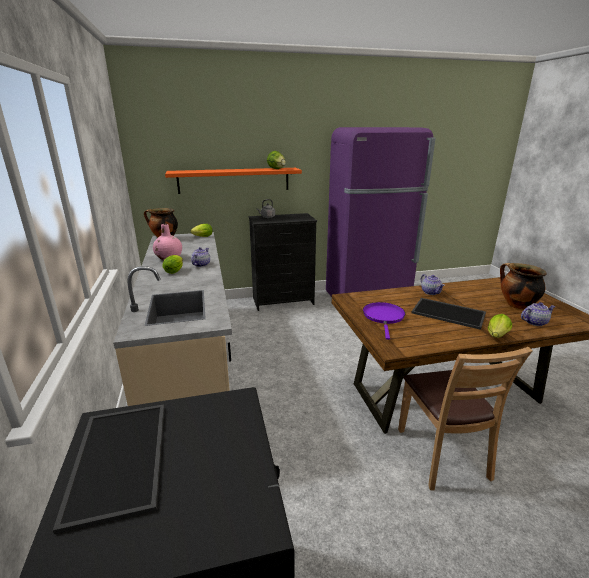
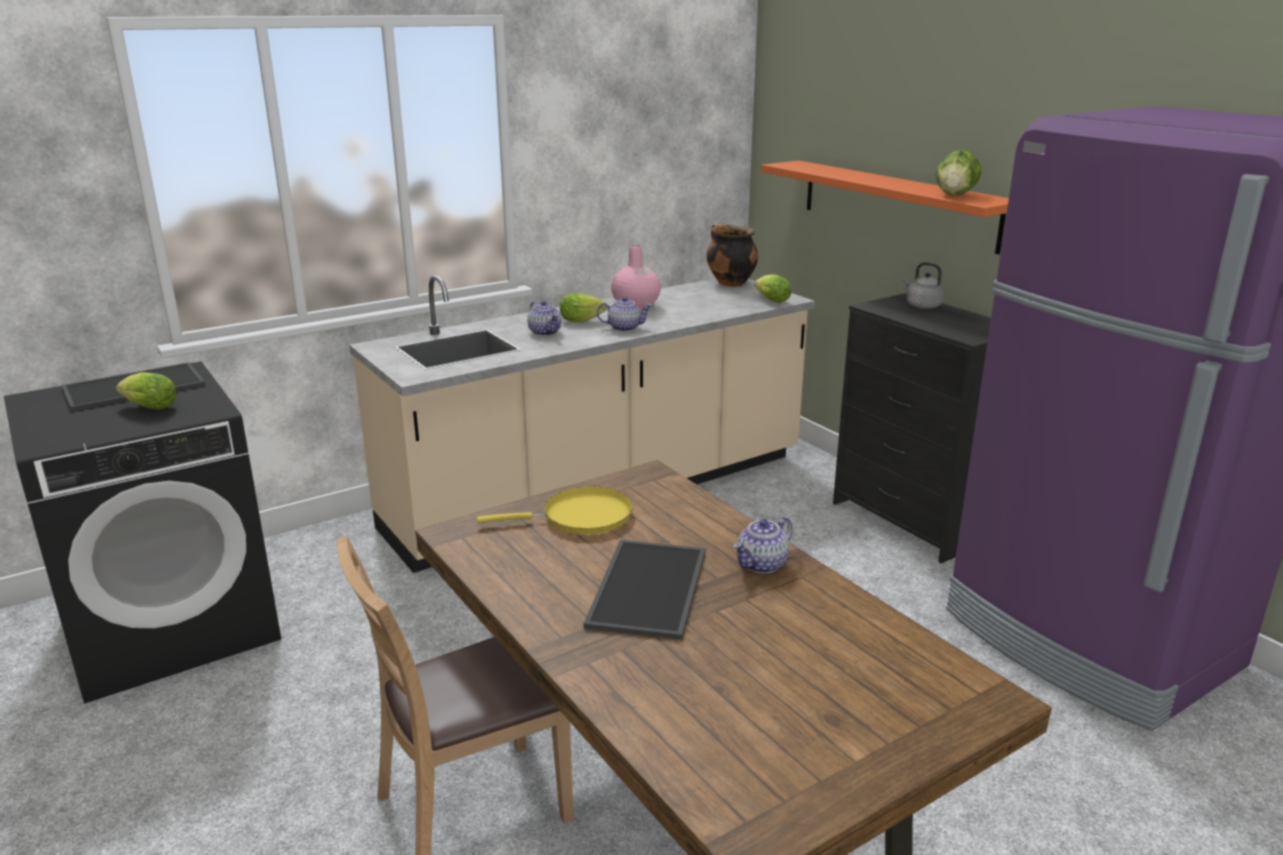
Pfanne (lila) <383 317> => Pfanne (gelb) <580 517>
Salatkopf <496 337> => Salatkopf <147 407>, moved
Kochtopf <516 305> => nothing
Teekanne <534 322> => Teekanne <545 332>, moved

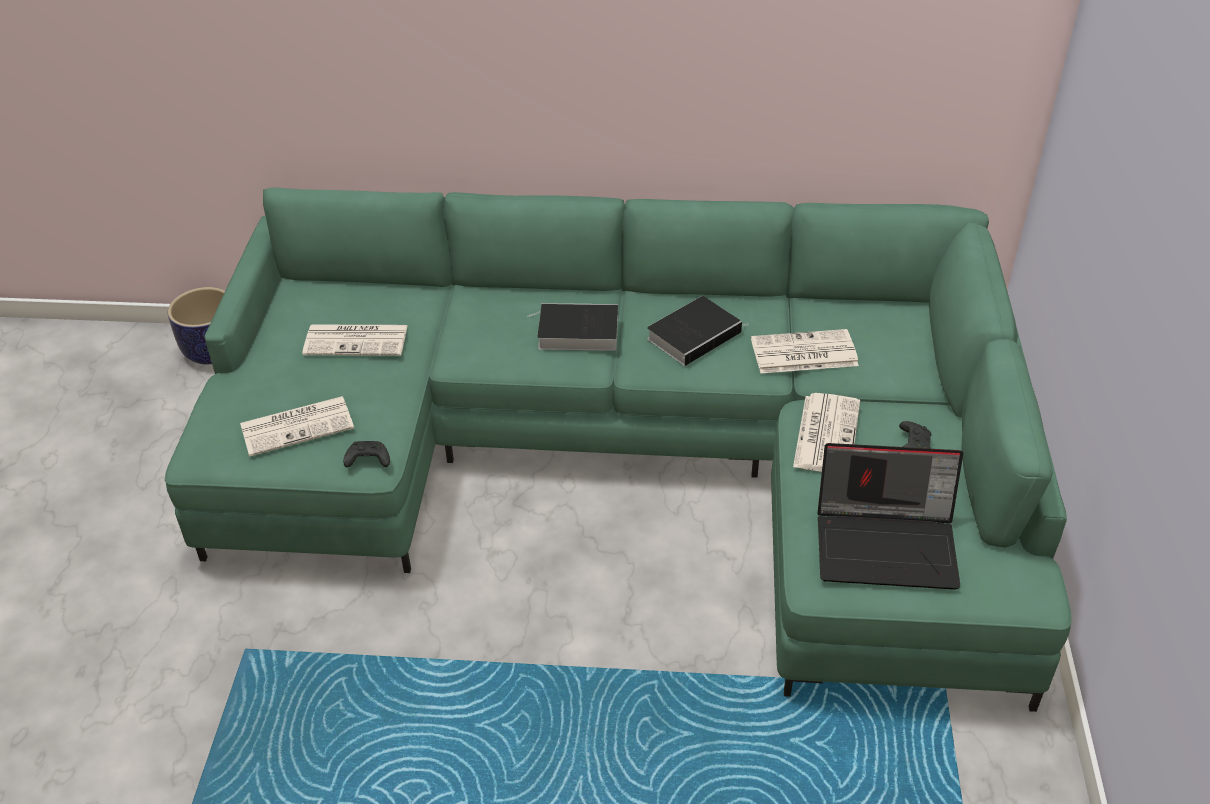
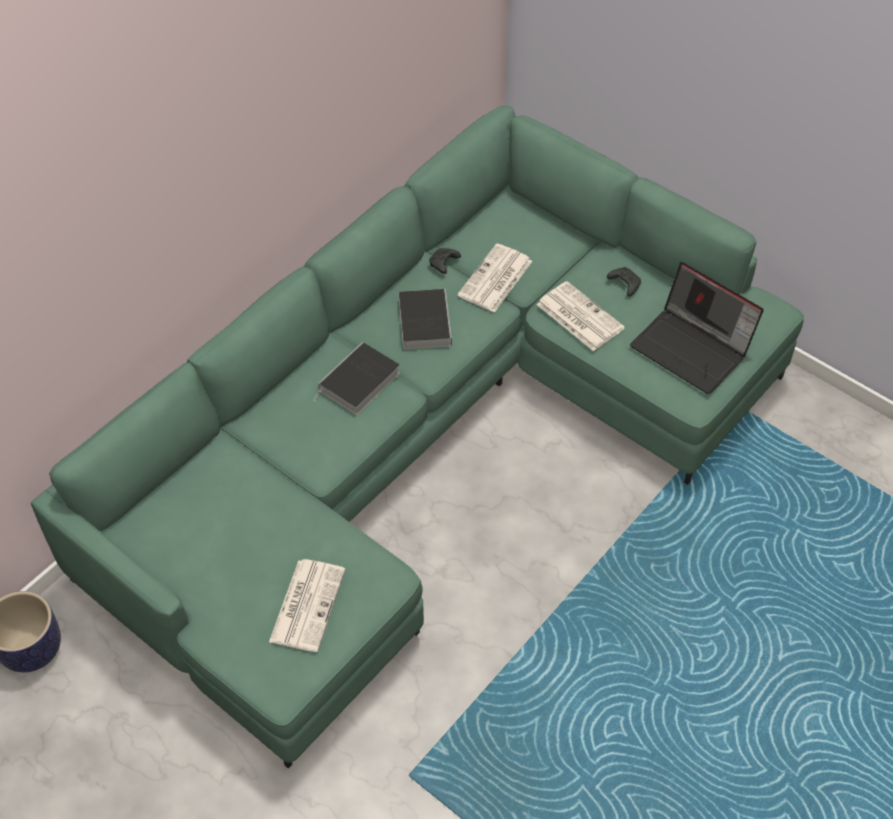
Zeitung <357 340> => nothing
Gamepad (schwarz) <367 460> => Gamepad (schwarz) <443 264>, moved
Laptop <887 544> => Laptop <692 348>, 90 degrees clockwise

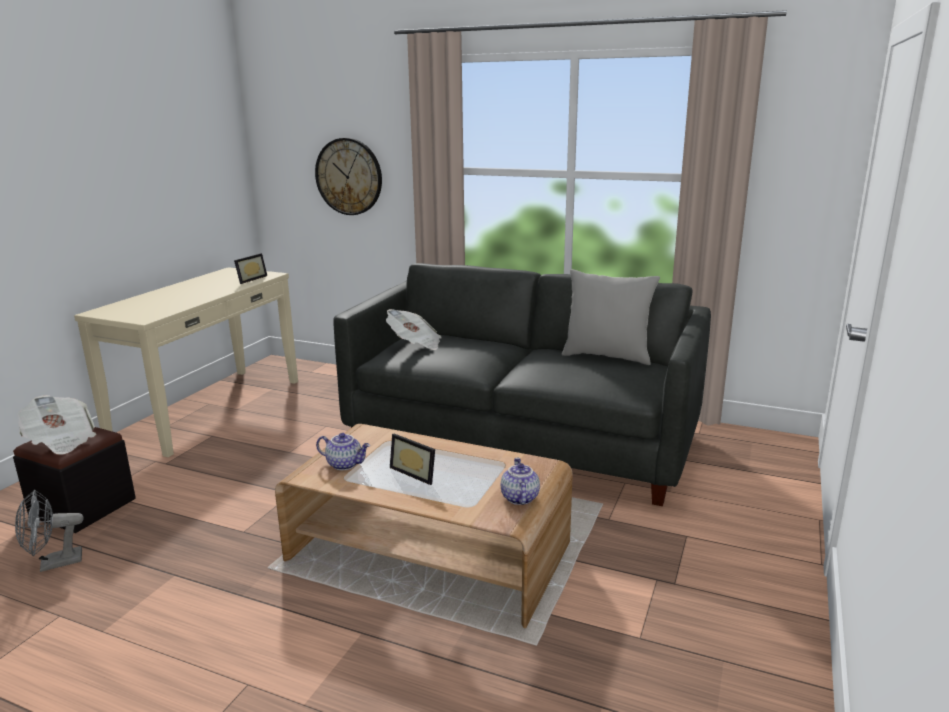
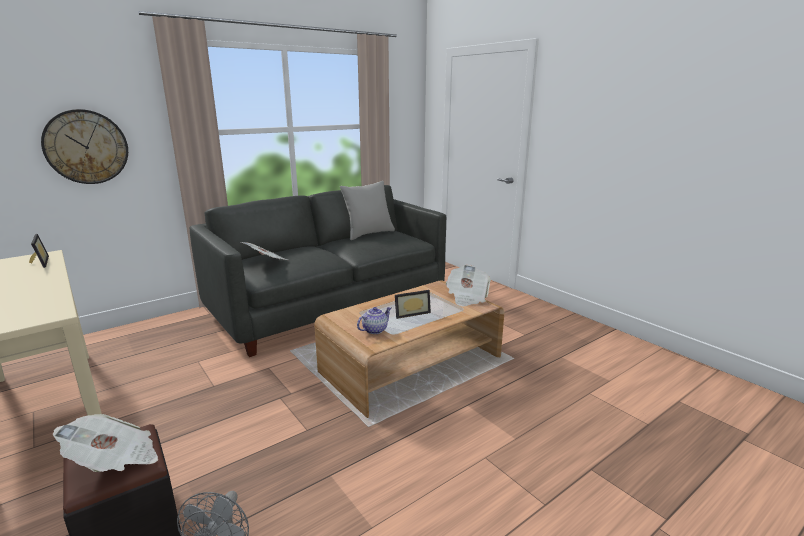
Teekanne <518 498> => Zeitung <467 297>

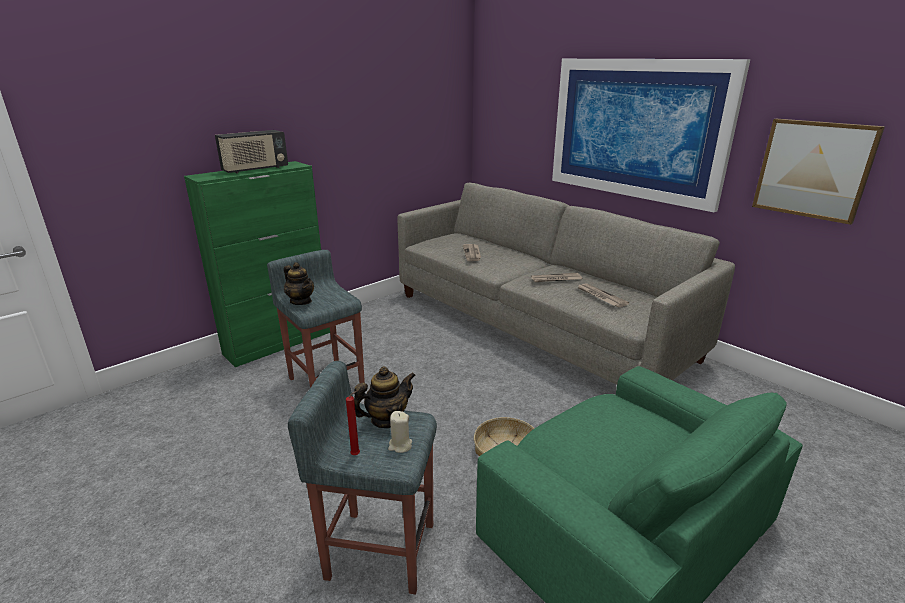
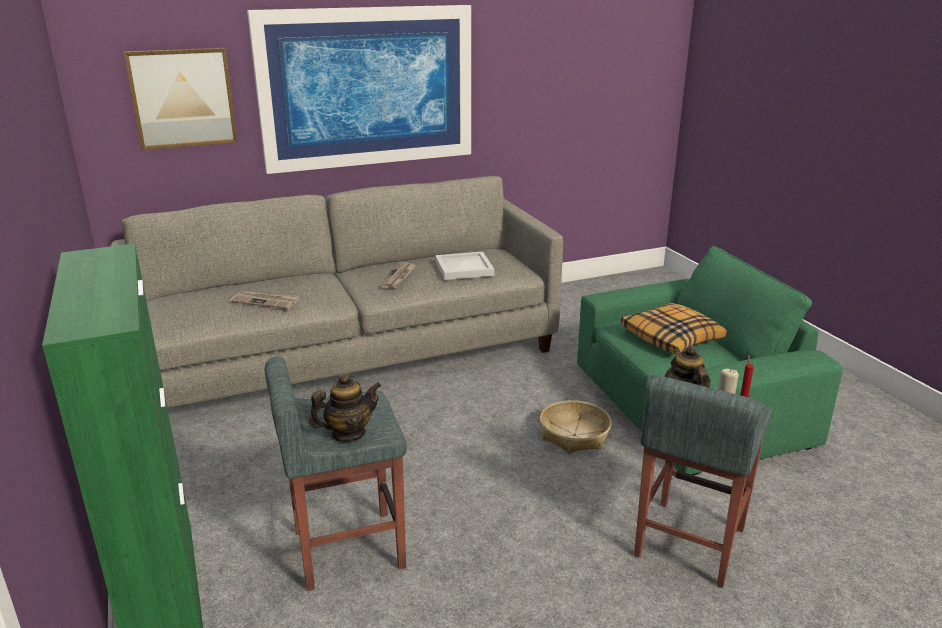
Radio <255 169> => nothing
Zeitung <600 296> => Tablett (weiß) <463 269>
Bild <813 169> => Bild <182 98>, moved
nothing => Kissen <672 338>

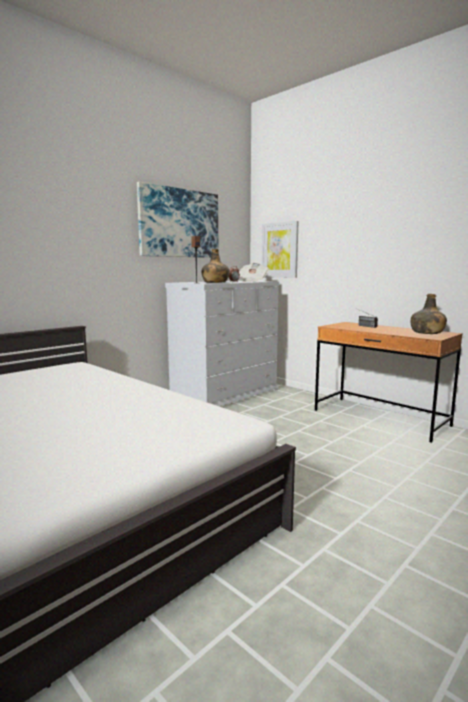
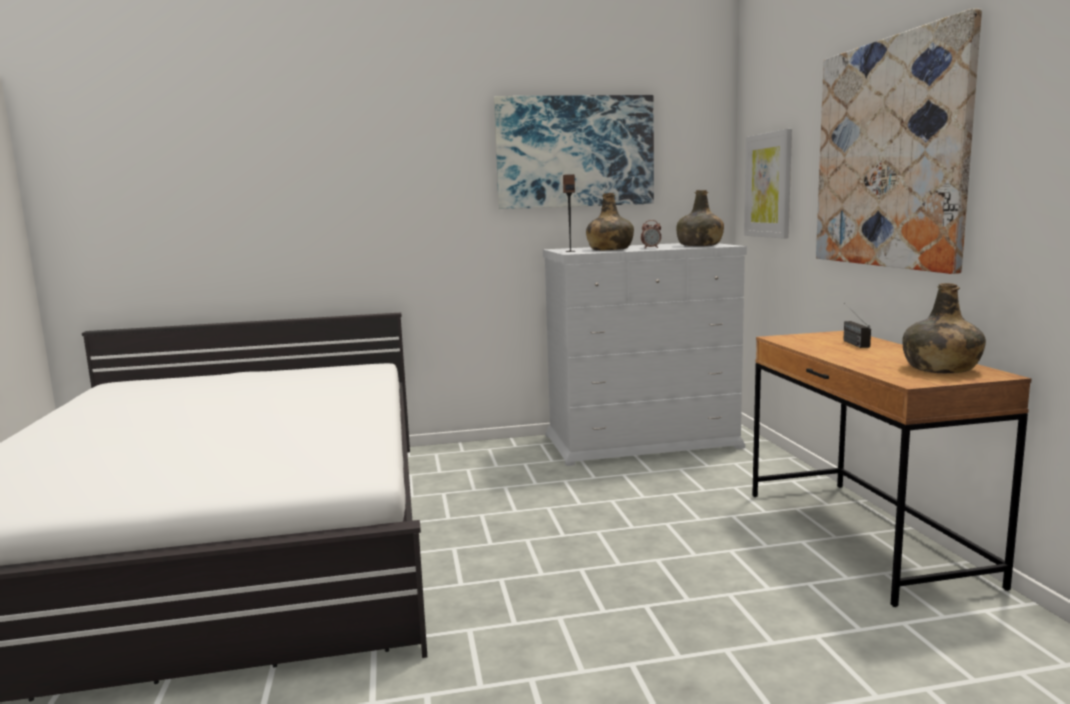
Zeitung <252 281> => Flasche (grün) <699 245>
nothing => Bild <889 154>

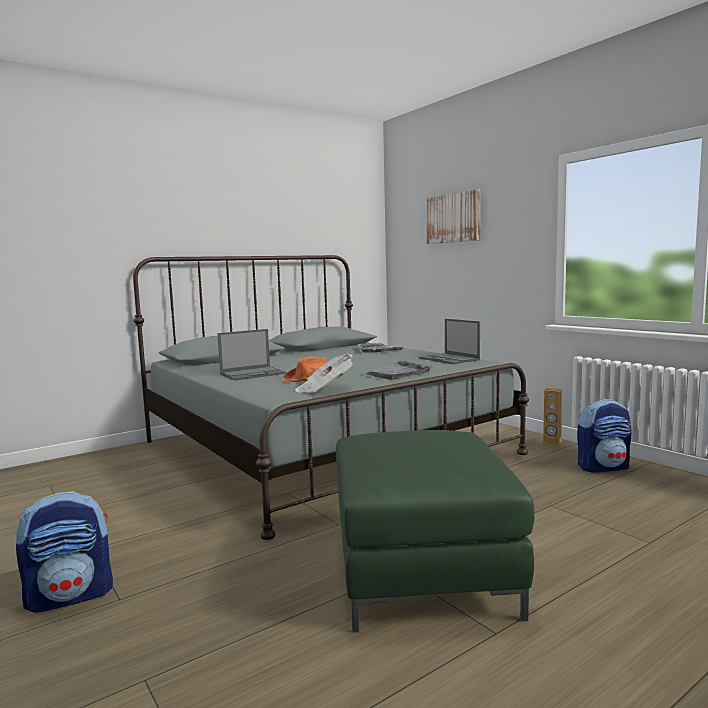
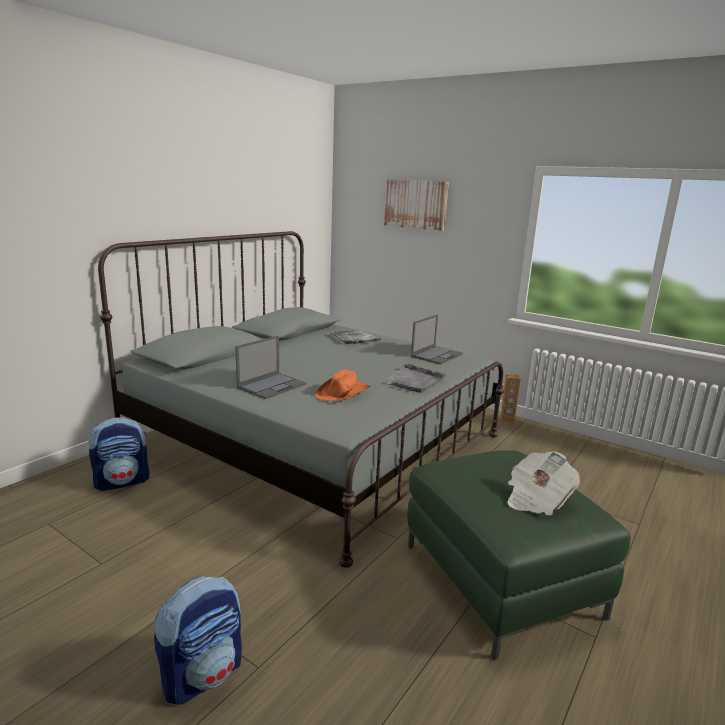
Zeitung <324 389> => Zeitung <537 499>, moved
Laptop <449 359> => Laptop <437 355>, 90 degrees counterclockwise
Rucksack <603 467> => Rucksack <122 481>, moved

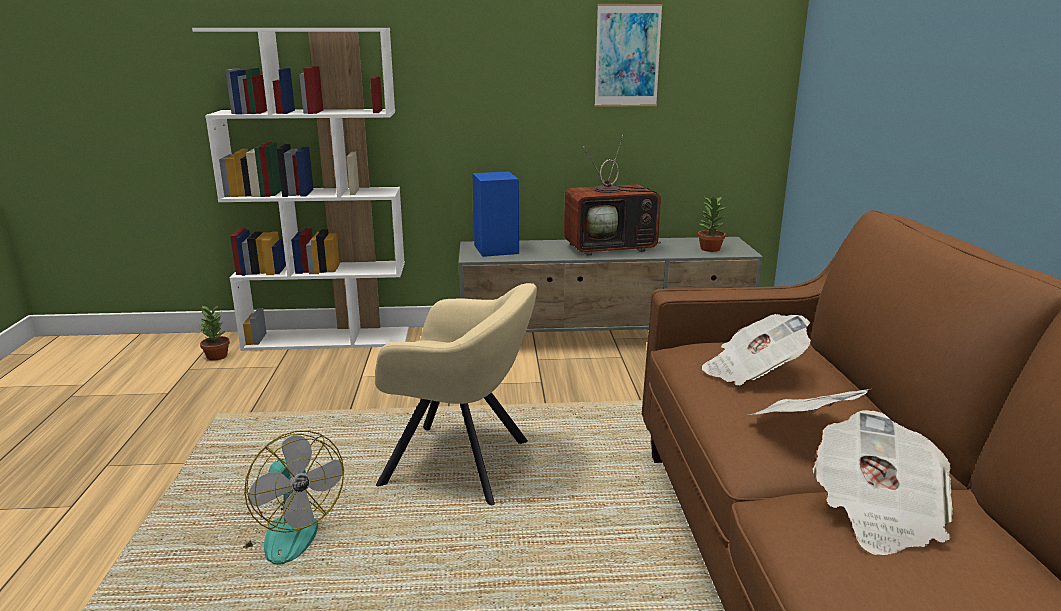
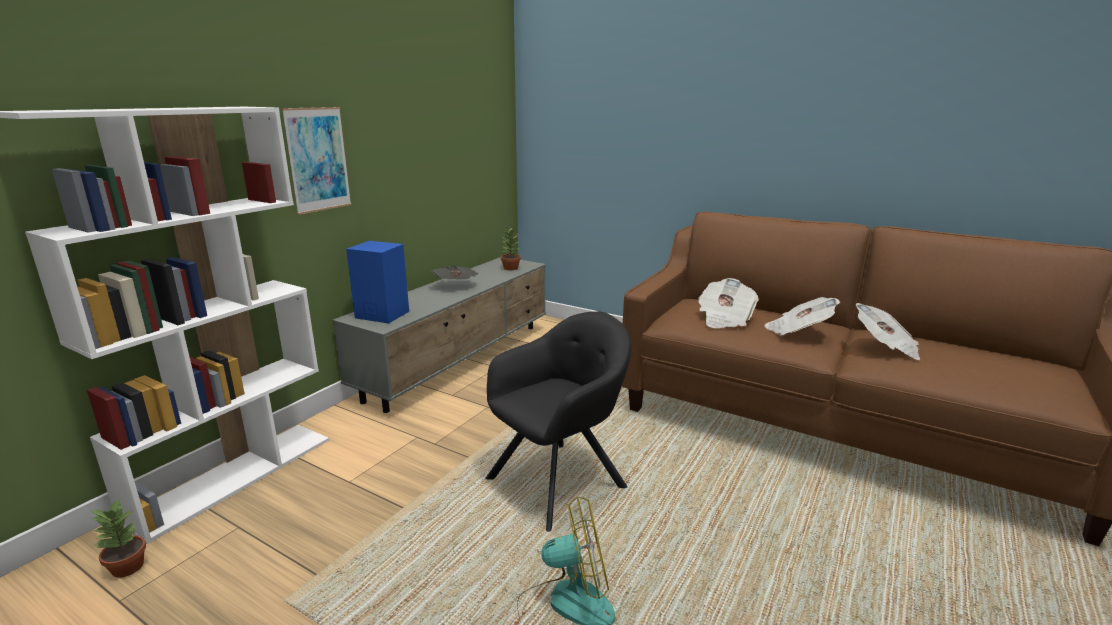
Sessel (beige) <462 464> => Sessel (schwarz) <560 480>
Fernseher <611 247> => Zeitung <456 286>
Bild <627 56> => Bild <318 159>, moved

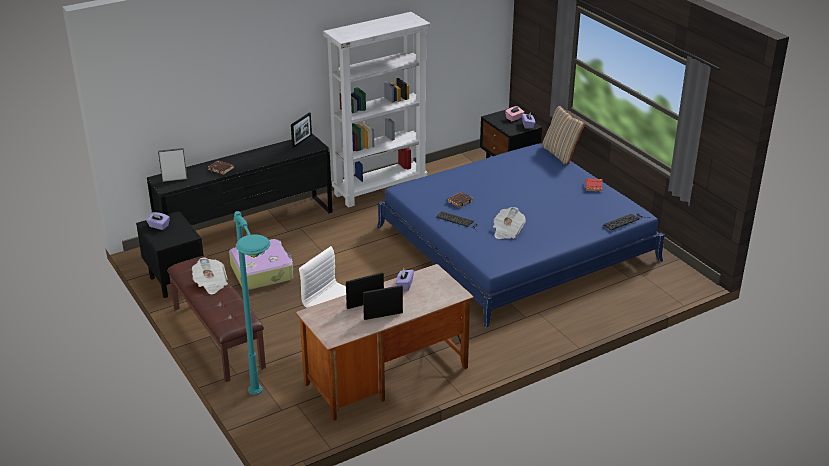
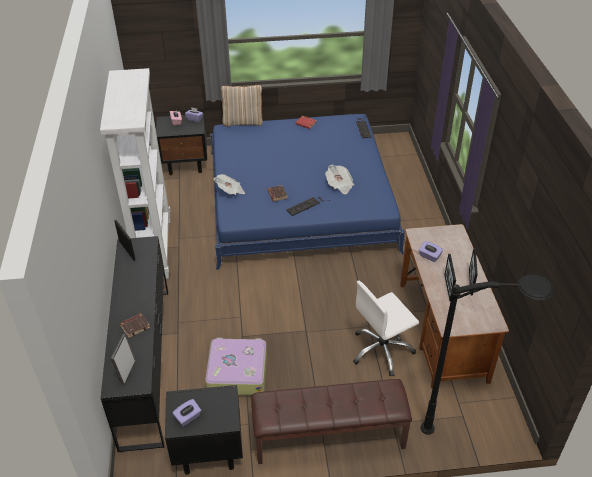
Zeitung <210 284> => Zeitung <230 191>, moved
Stehlampe (türkis) <265 419> => Stehlampe (schwarz) <472 431>

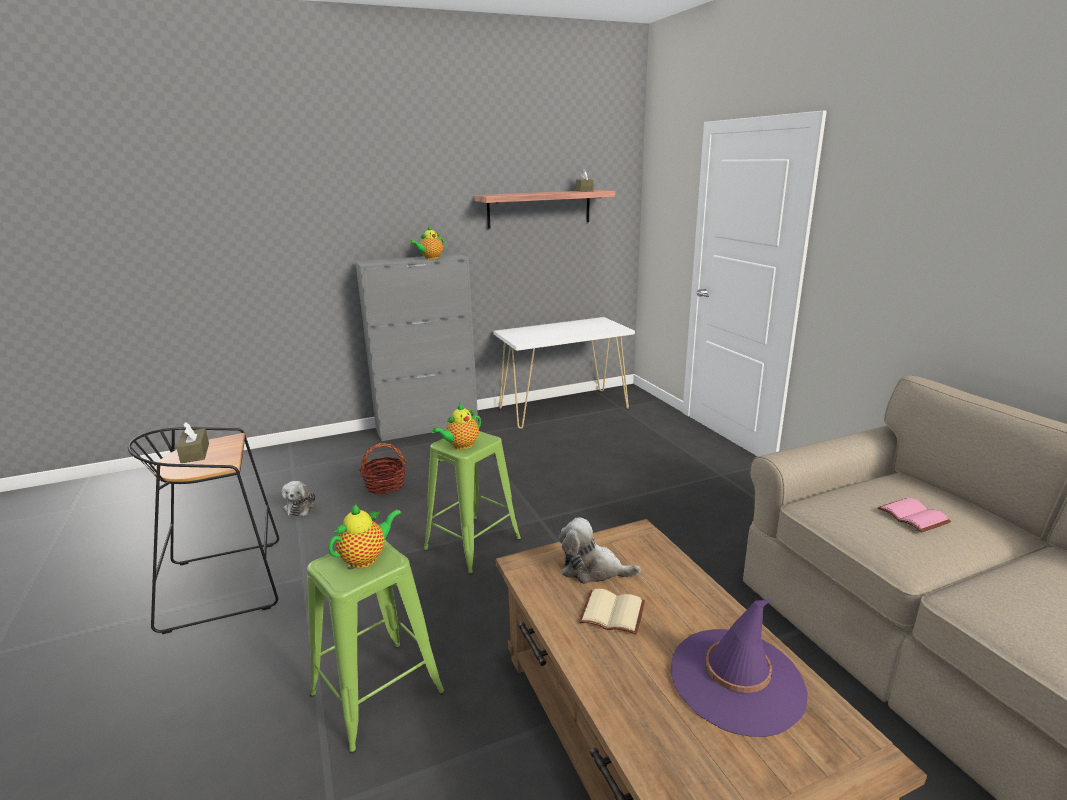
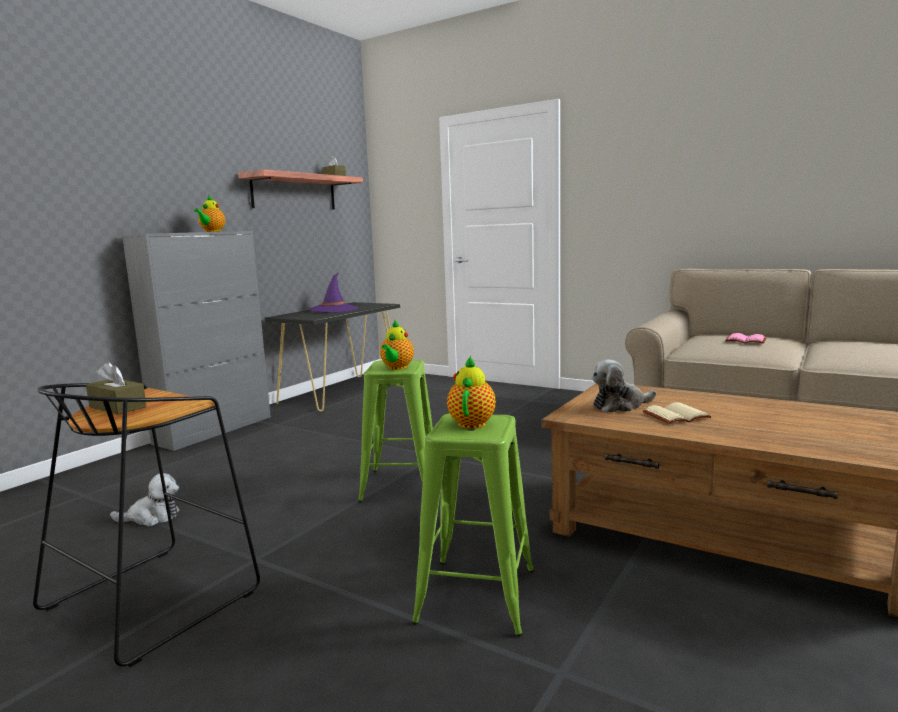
Plüschtier <301 506> => Plüschtier <152 517>, 60 degrees counterclockwise
Korb <385 485> => nothing
Konsolentisch (weiß) <564 408> => Konsolentisch (schwarz) <342 392>
Hut (lila) <737 680> => Hut (lila) <333 309>, moved

